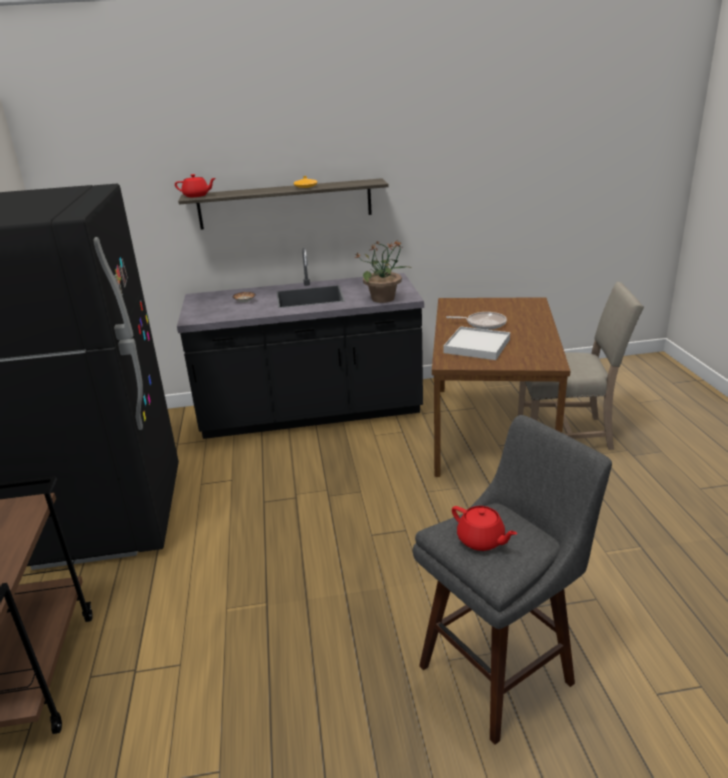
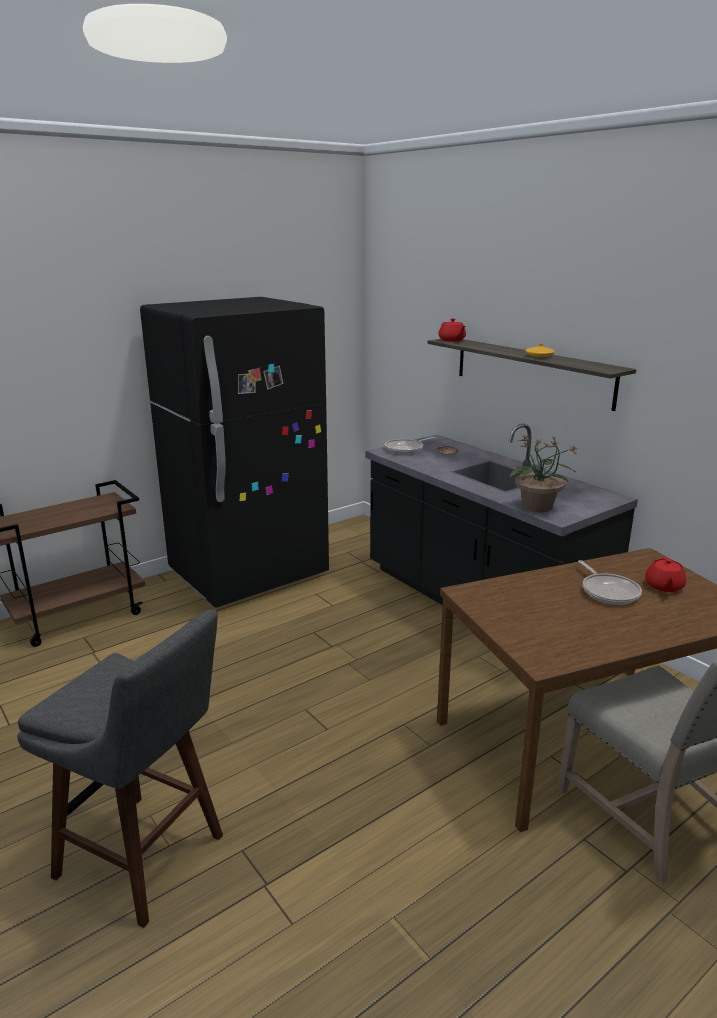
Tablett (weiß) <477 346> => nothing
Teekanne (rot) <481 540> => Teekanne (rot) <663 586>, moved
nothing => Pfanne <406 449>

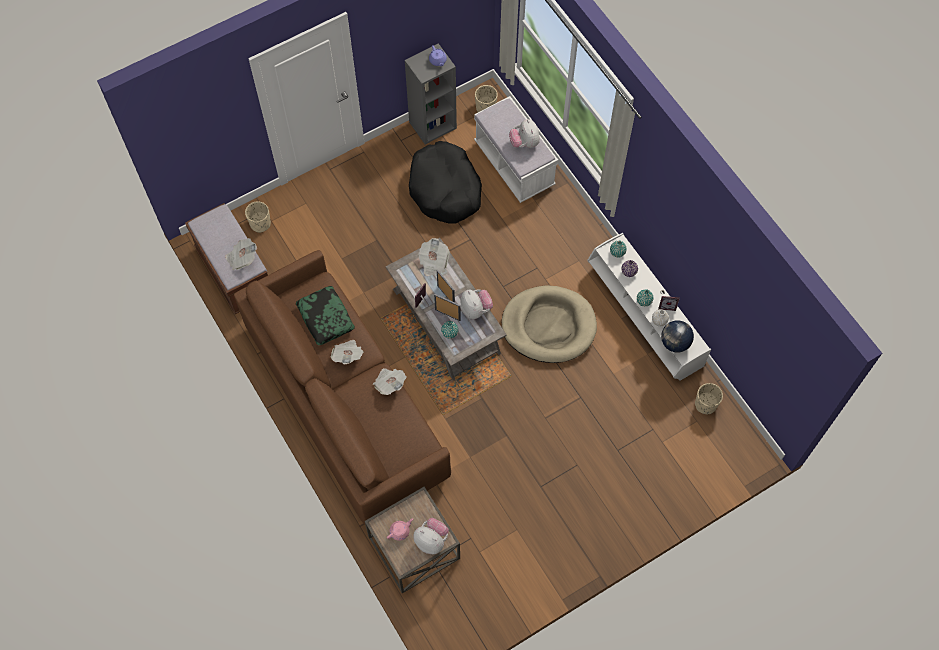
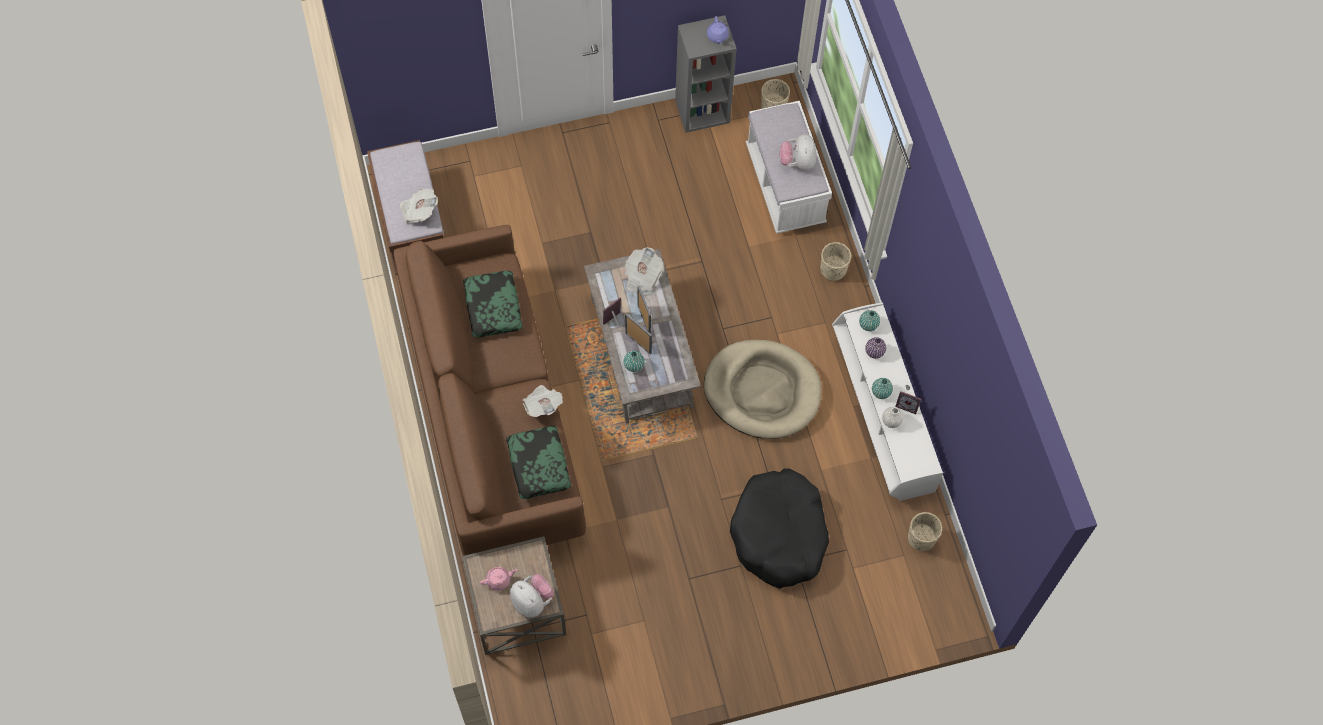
Pflanzkübel (beige) <260 223> => Pflanzkübel (beige) <833 269>, moved
Zeitung <348 355> => nothing
Hundebett (schwarz) <445 189> => Hundebett (schwarz) <779 534>, moved
Plüschtier <476 309> => nothing
Globus <675 343> => nothing
nothing => Kissen <538 465>

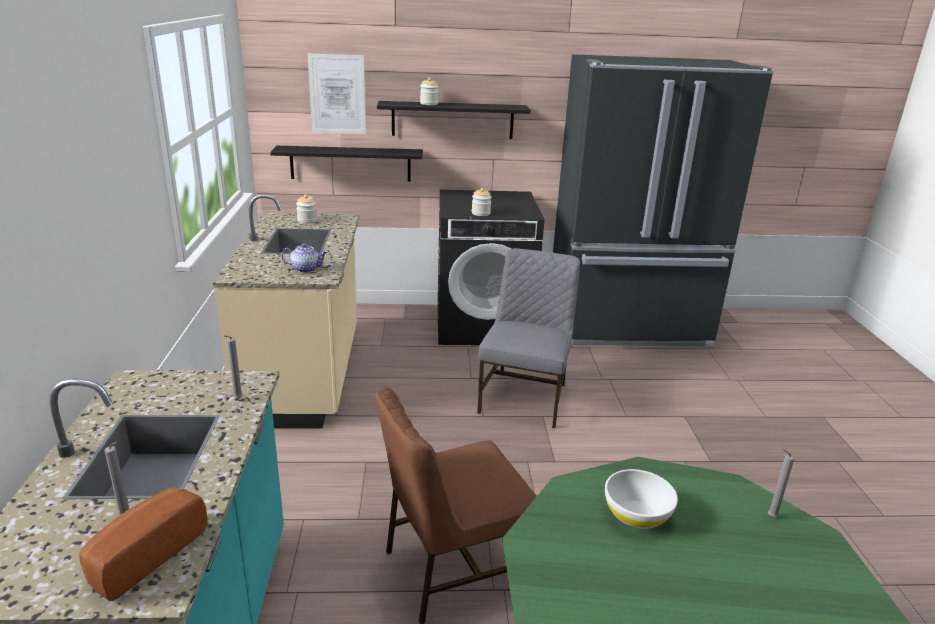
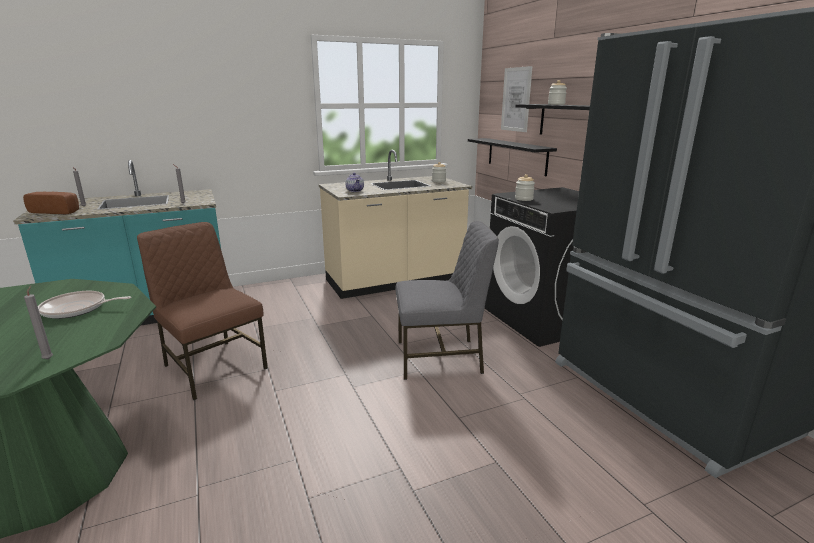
Schüssel (weiß) <636 514> => Pfanne <77 309>

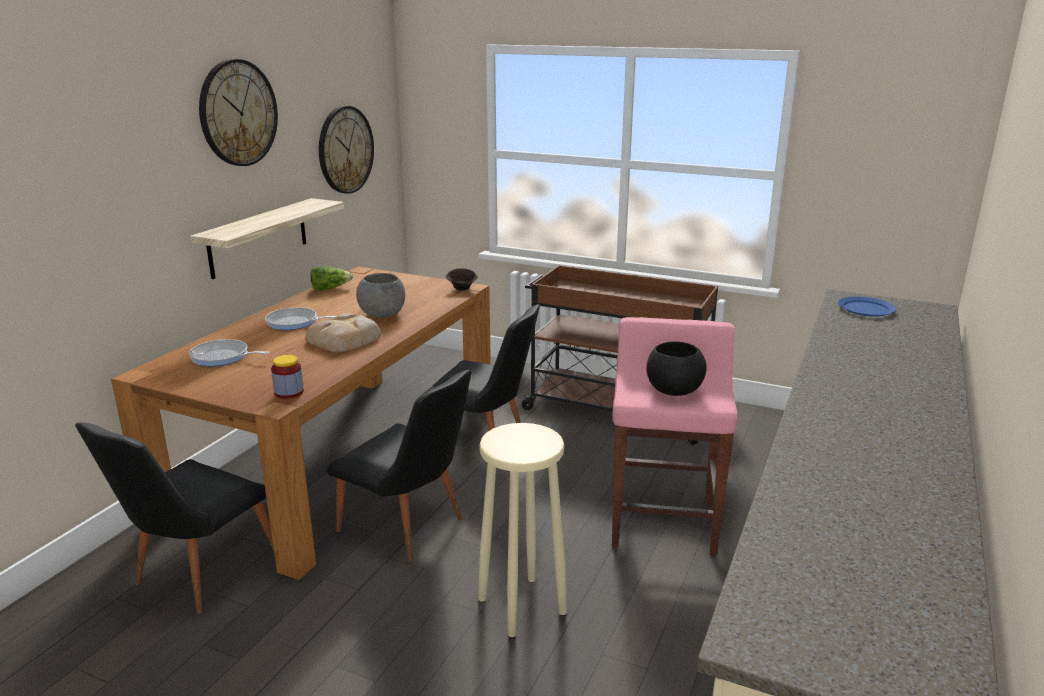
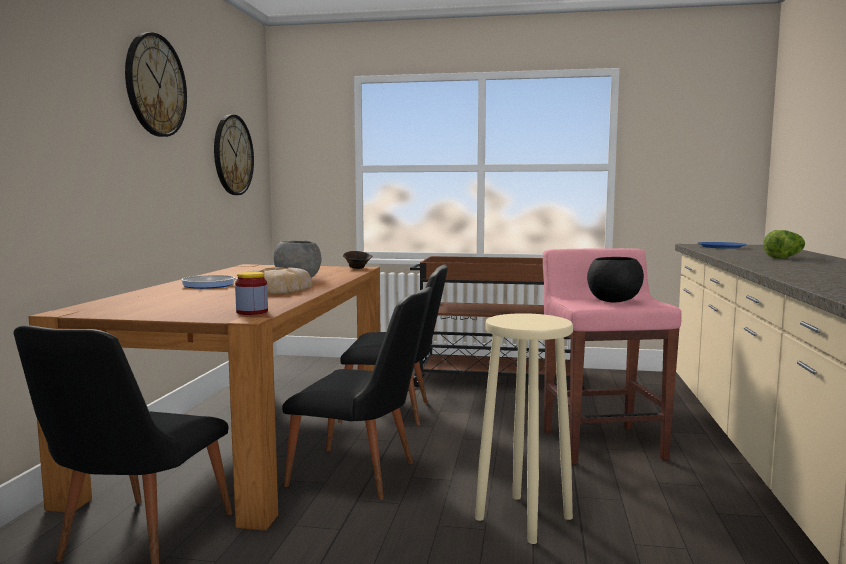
Pfanne <222 357> => nothing
Wandregal <258 237> => nothing
Salatkopf <330 288> => Salatkopf <784 257>, moved

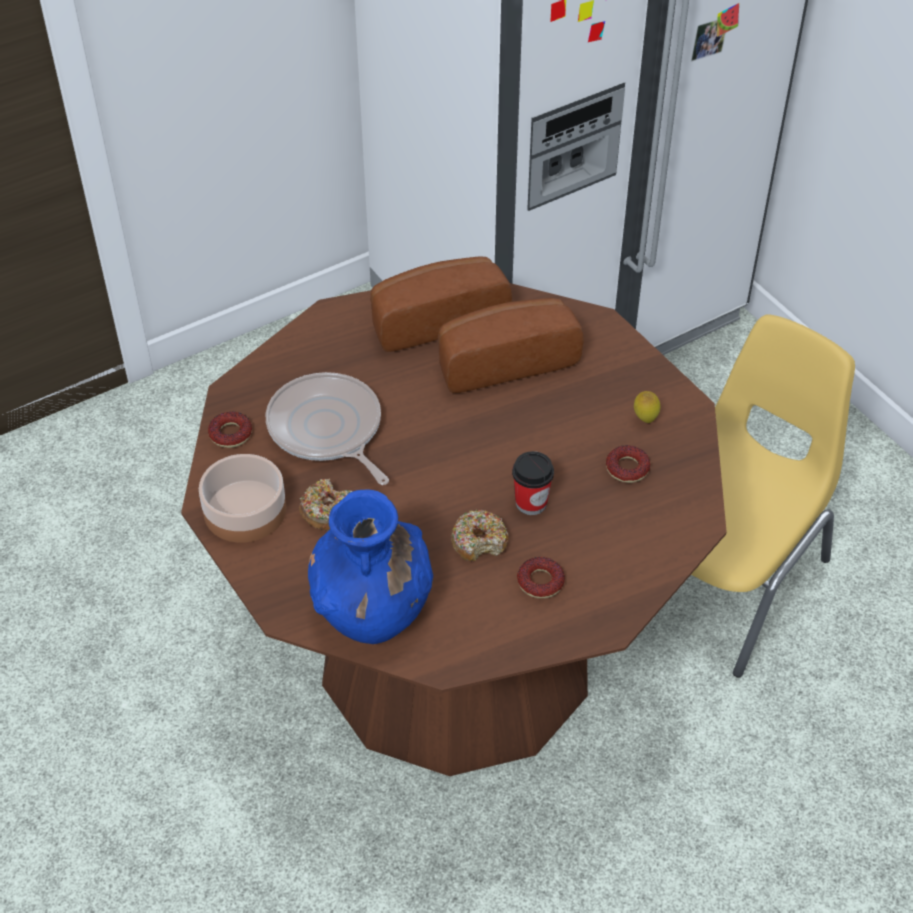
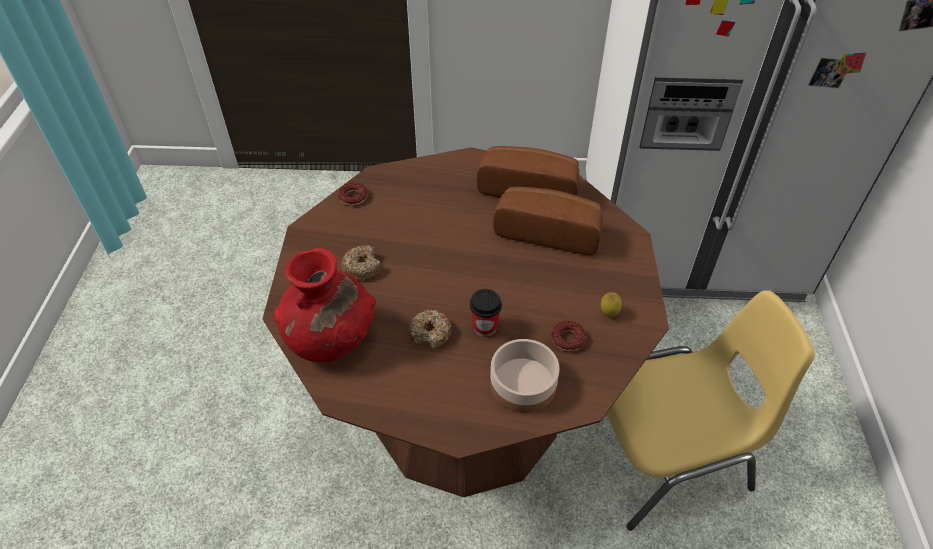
Schüssel <243 511> => Schüssel <522 384>, moved
Pfanne <327 430> => nothing
Vase (blau) <372 610> => Vase (rot) <330 339>
Donut <540 582> => nothing

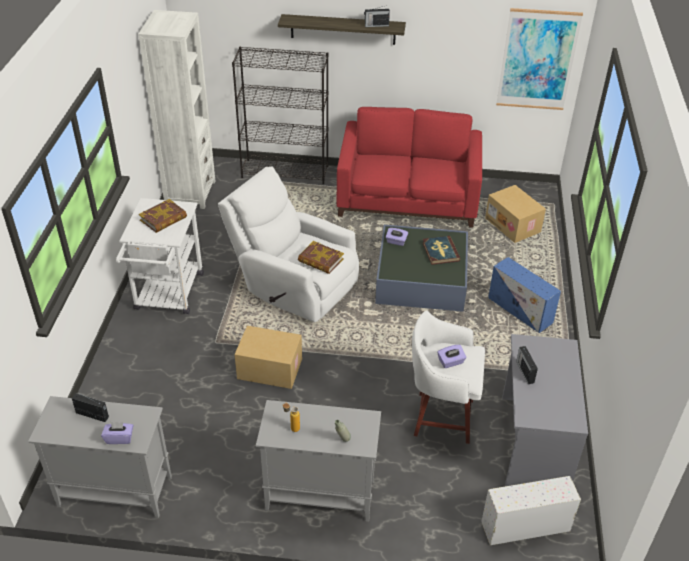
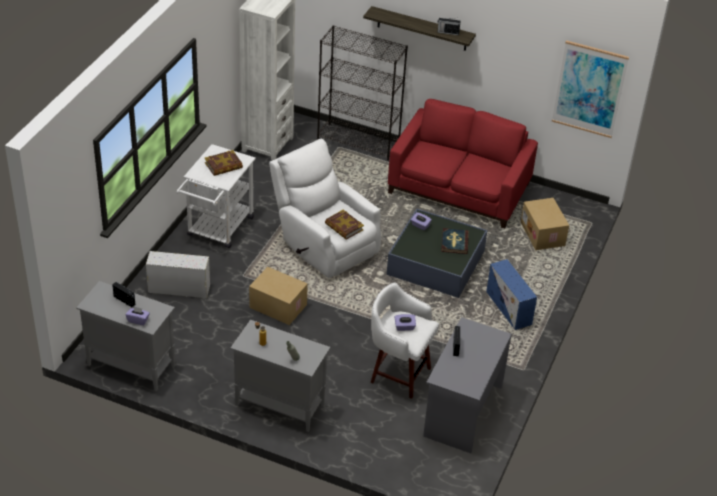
Aufbewahrungsbox (weiß) <524 526> => Aufbewahrungsbox (weiß) <178 288>, moved

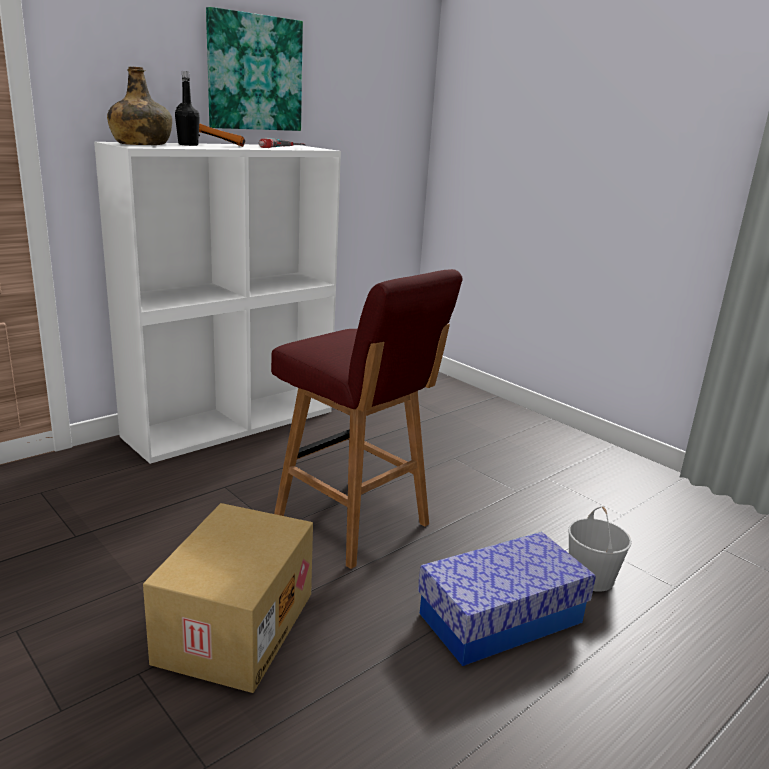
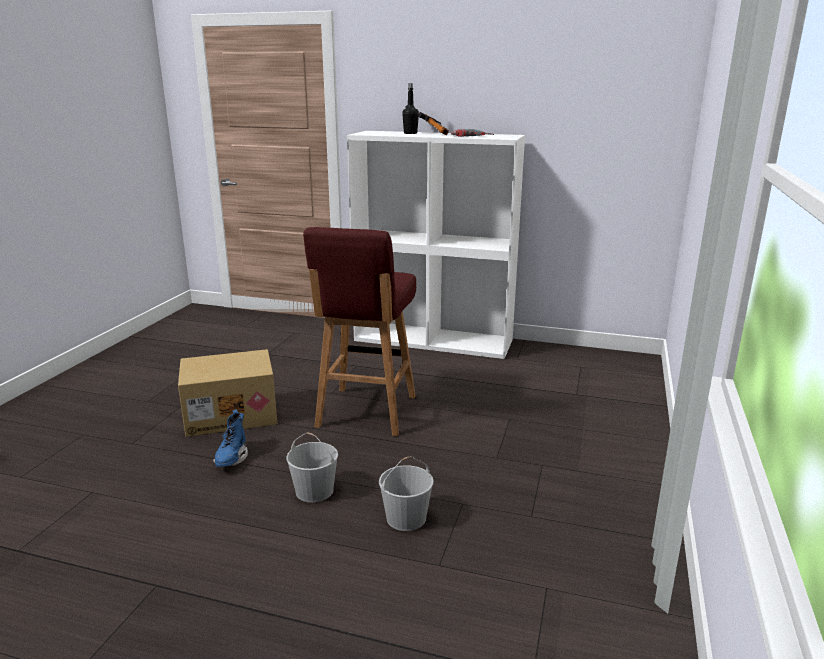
Flasche (grün) <141 144> => nothing
Bild <254 73> => nothing
Aufbewahrungsbox <501 618> => Eimer (weiß) <313 491>
nothing => Stiefel (blau) <231 458>

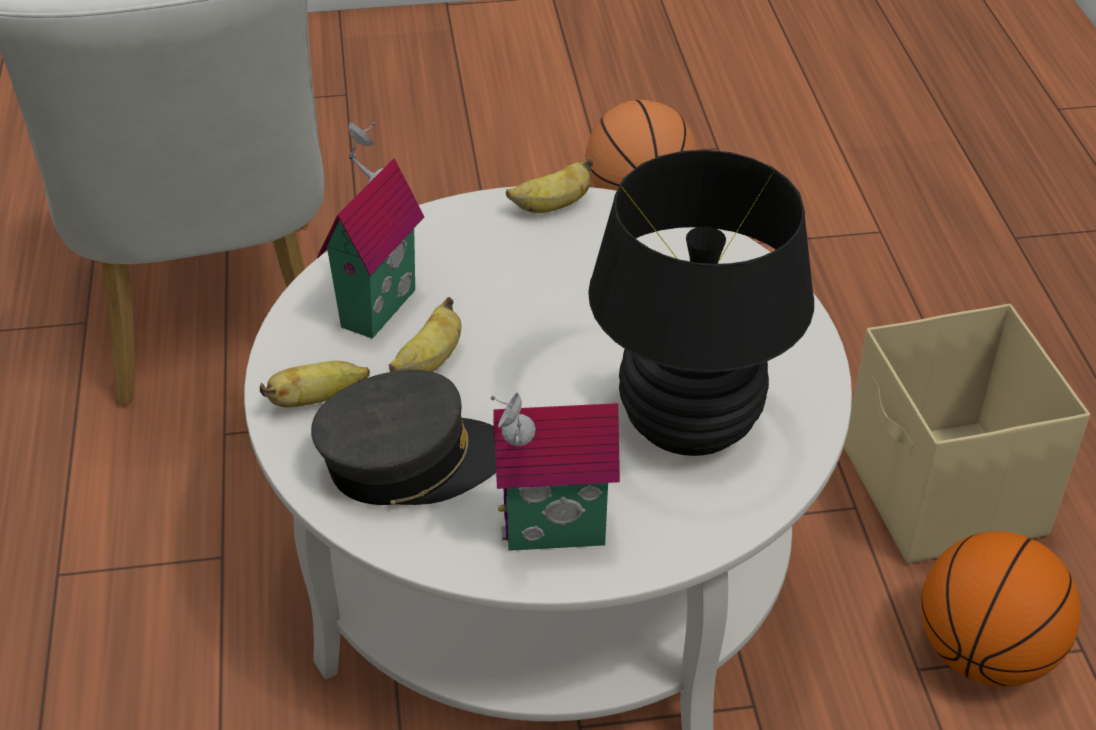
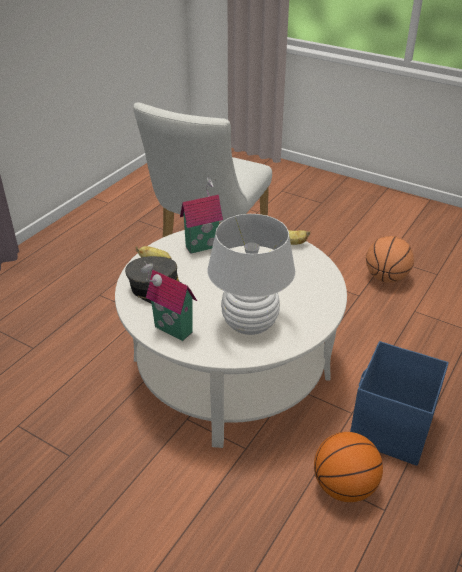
Banane <429 362> => nothing
Tischlampe (schwarz) <690 426> => Tischlampe (weiß) <250 324>
Aufbewahrungsbox (beige) <943 495> => Aufbewahrungsbox (blau) <390 428>

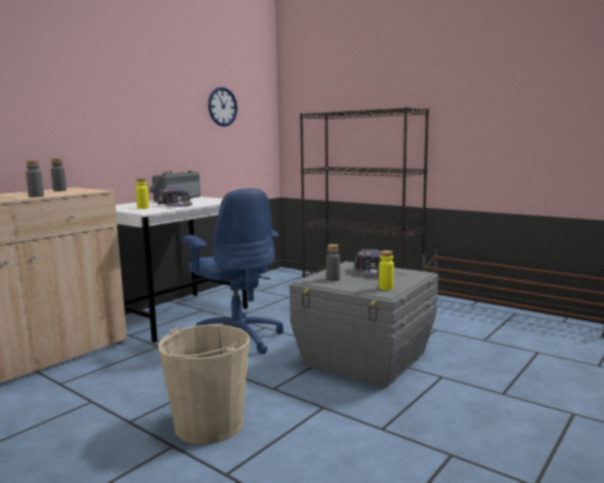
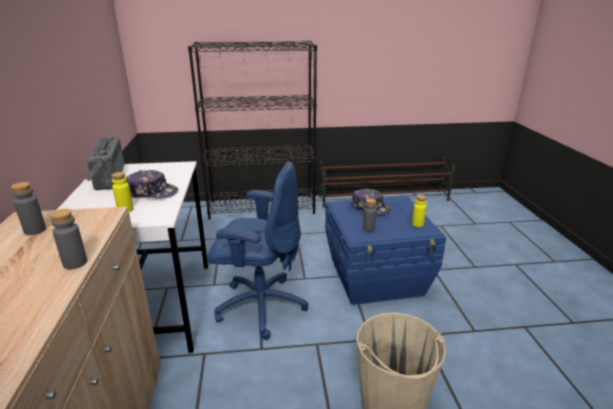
Wanduhr <222 106> => nothing
Aufbewahrungsbox (grau) <365 359> => Aufbewahrungsbox (blau) <377 278>

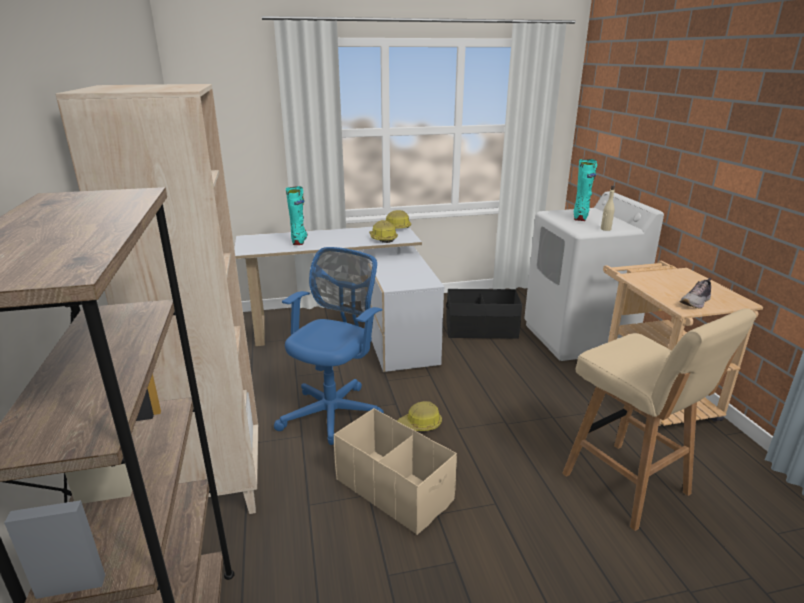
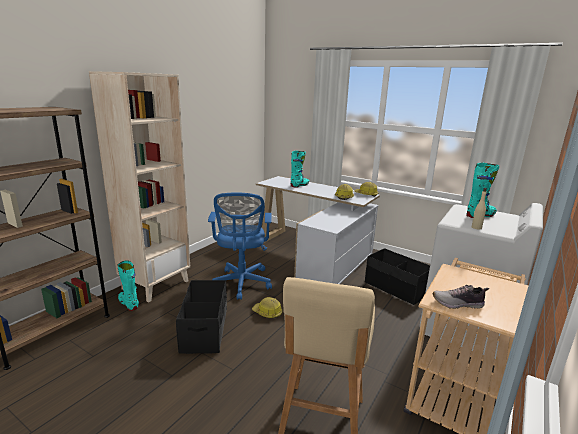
Bürostuhl (blau) <334 411> => Bürostuhl (blau) <241 284>, 105 degrees clockwise
Aufbewahrungsbox (beige) <394 489> => Aufbewahrungsbox (schwarz) <205 330>
nothing => Stiefel (türkis) <129 304>

